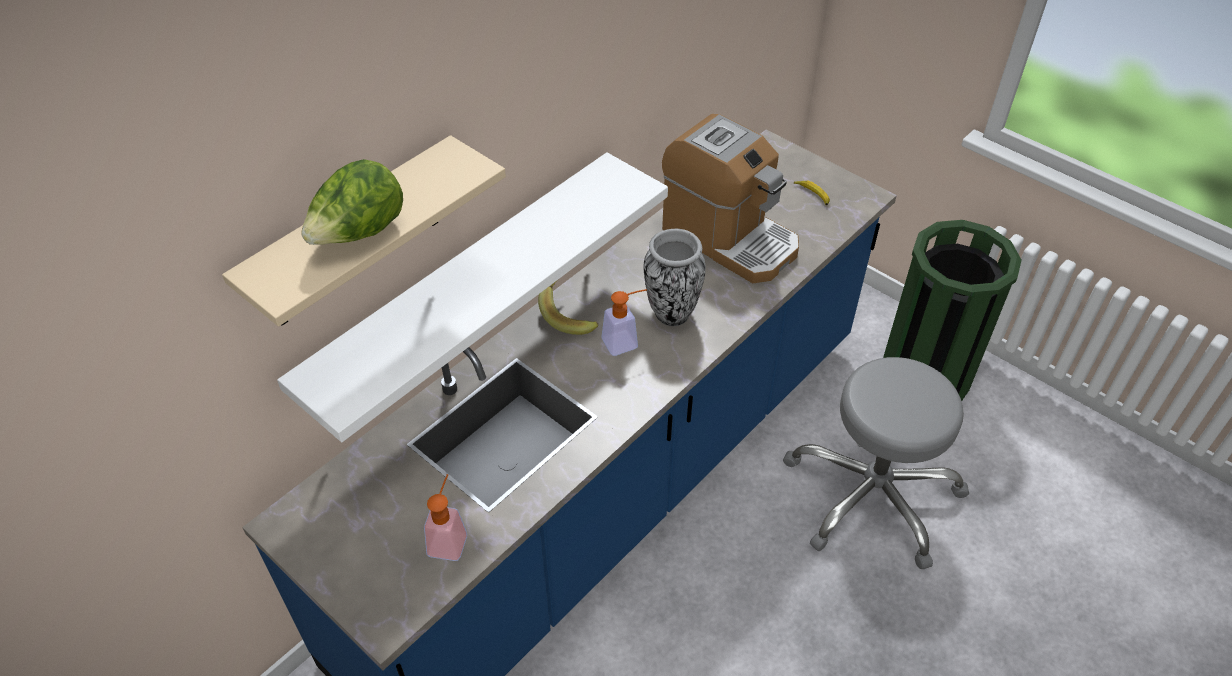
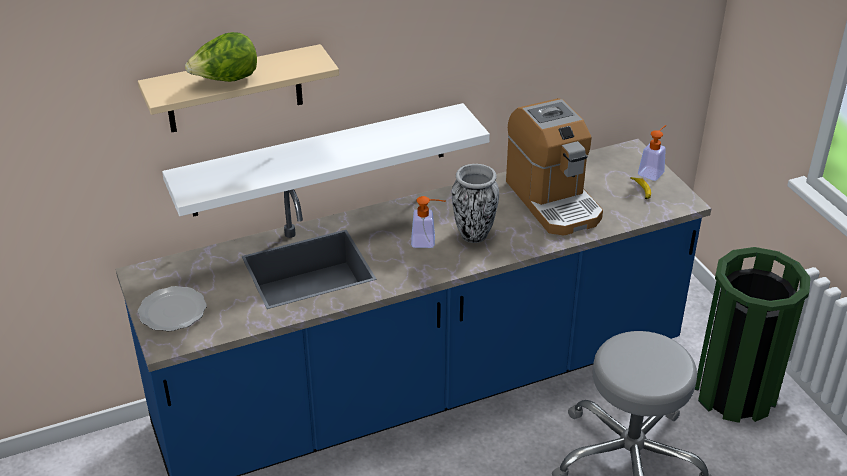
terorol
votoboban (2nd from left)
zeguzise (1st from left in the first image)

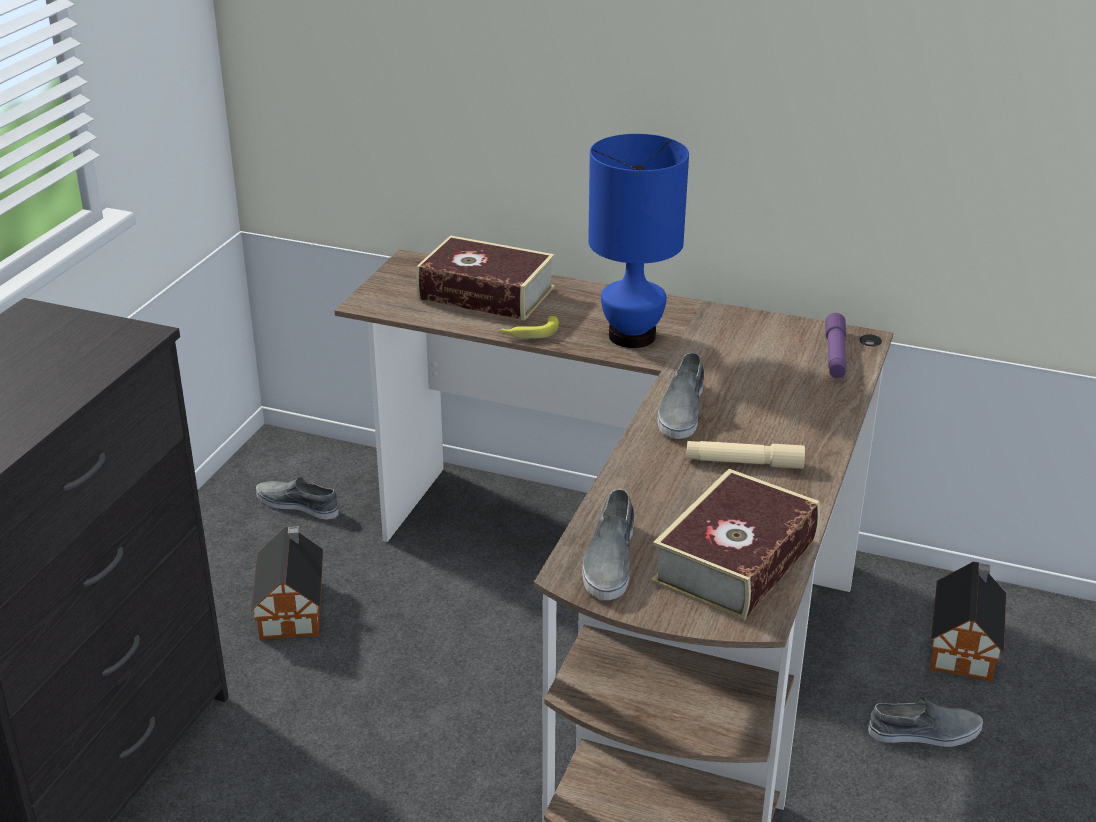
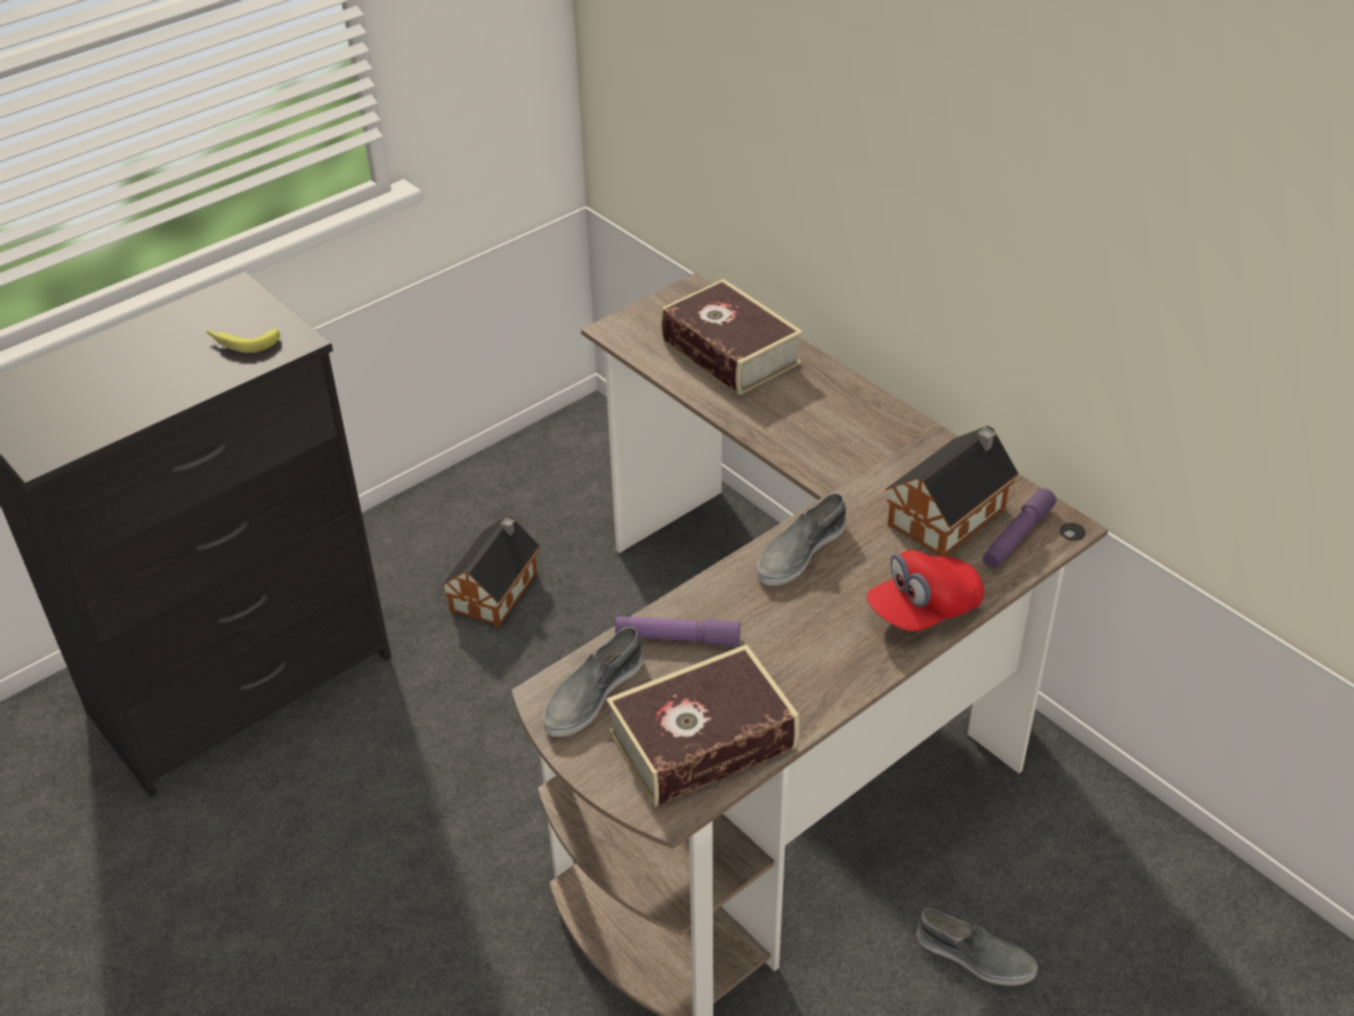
zeguzise
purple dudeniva (1st from left)
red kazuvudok
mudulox (2nd from left)
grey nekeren (1st from left in the first image)
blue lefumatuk
beige dudeniva

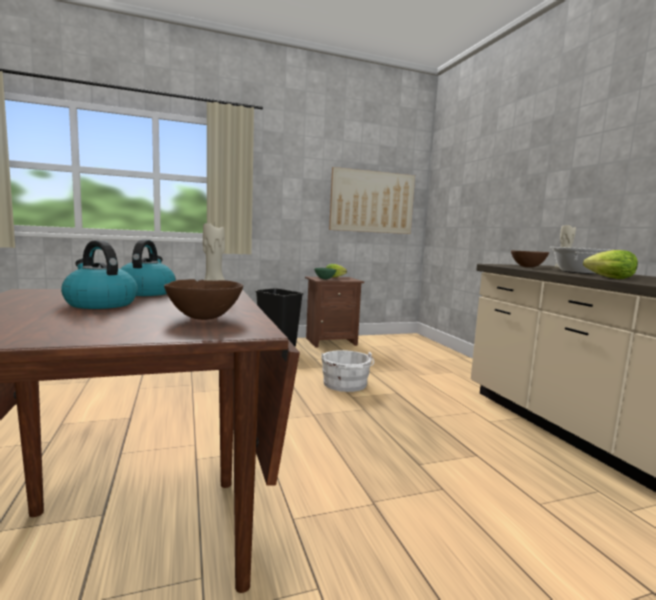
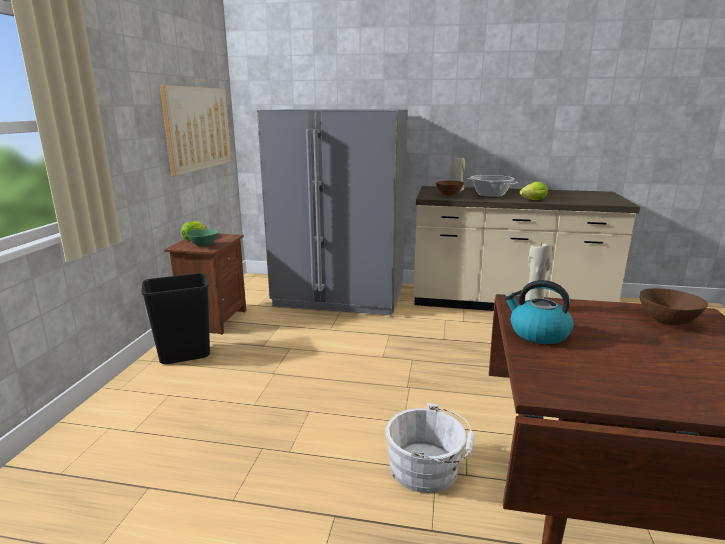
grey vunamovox
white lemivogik
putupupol (1st from left in the first image)

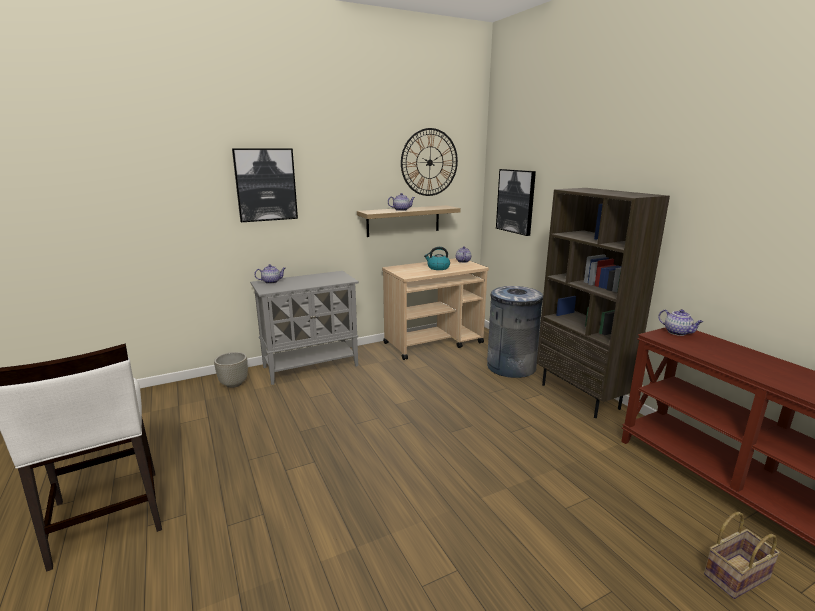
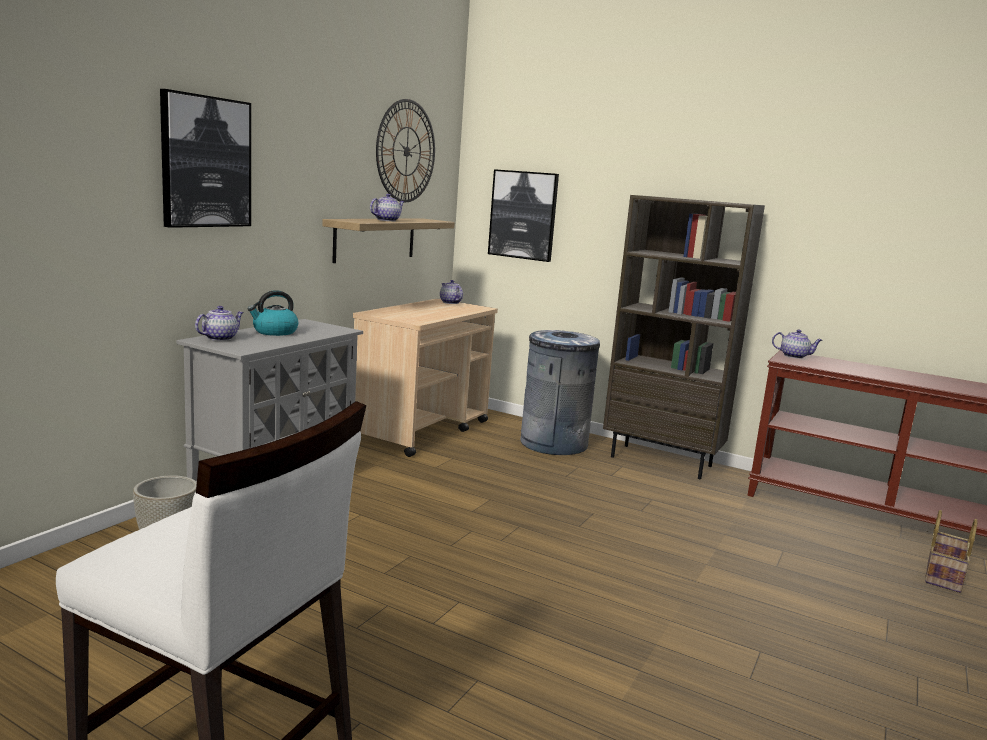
putupupol

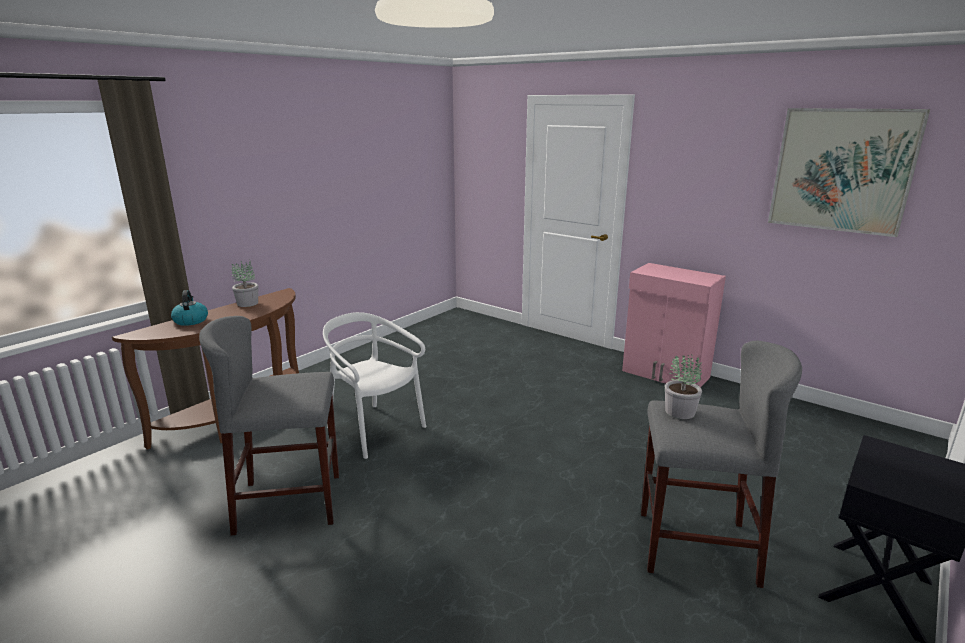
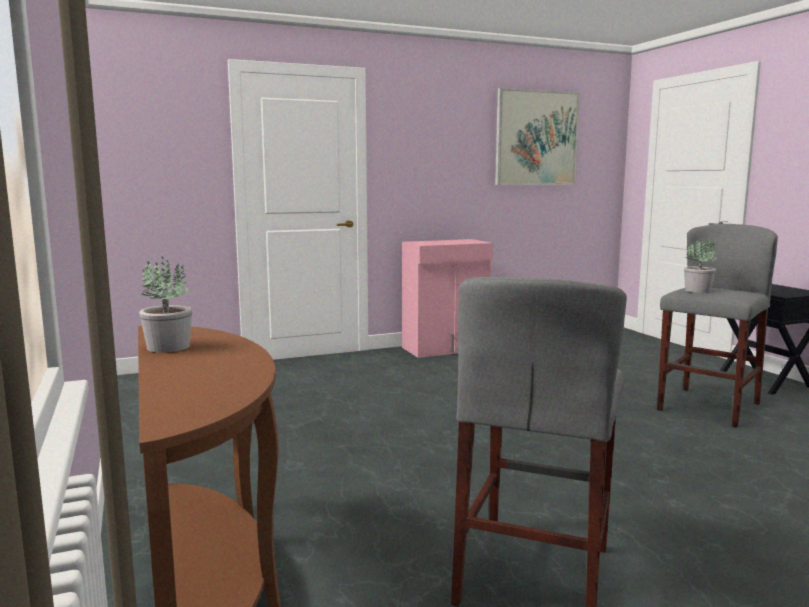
putupupol
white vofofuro

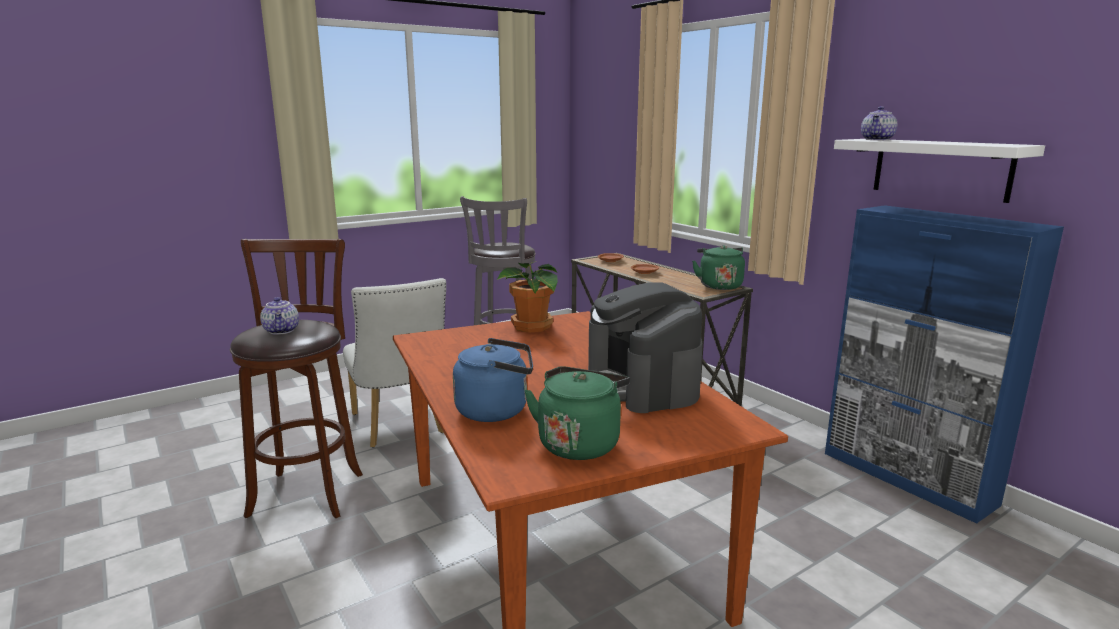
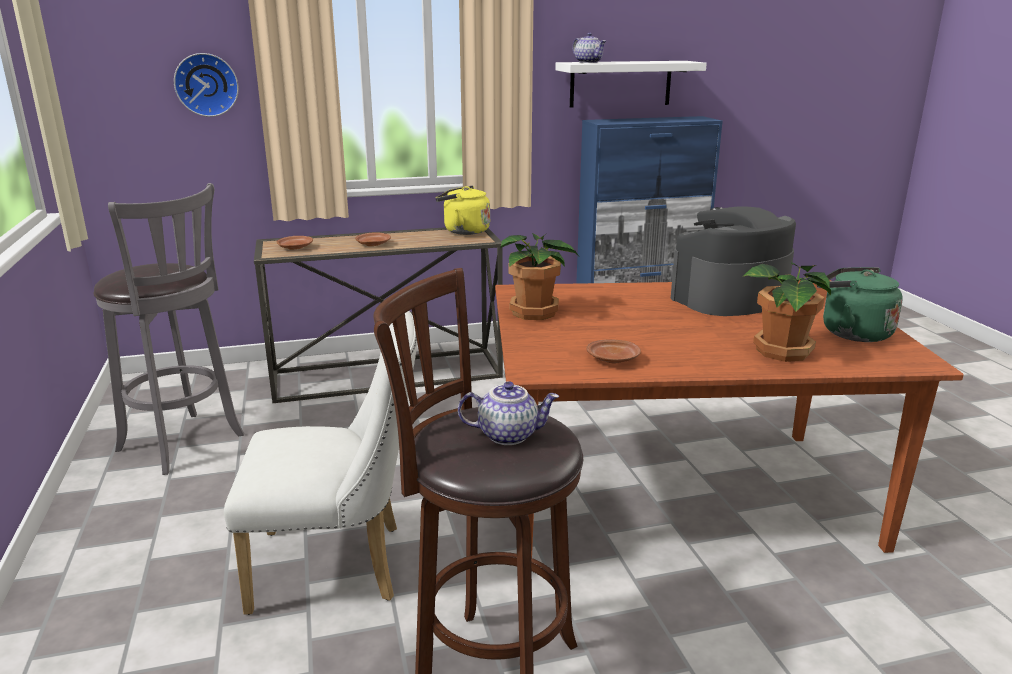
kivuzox
yellow putupupol
brown terorol (3rd from left)
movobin
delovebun (2nd from left)

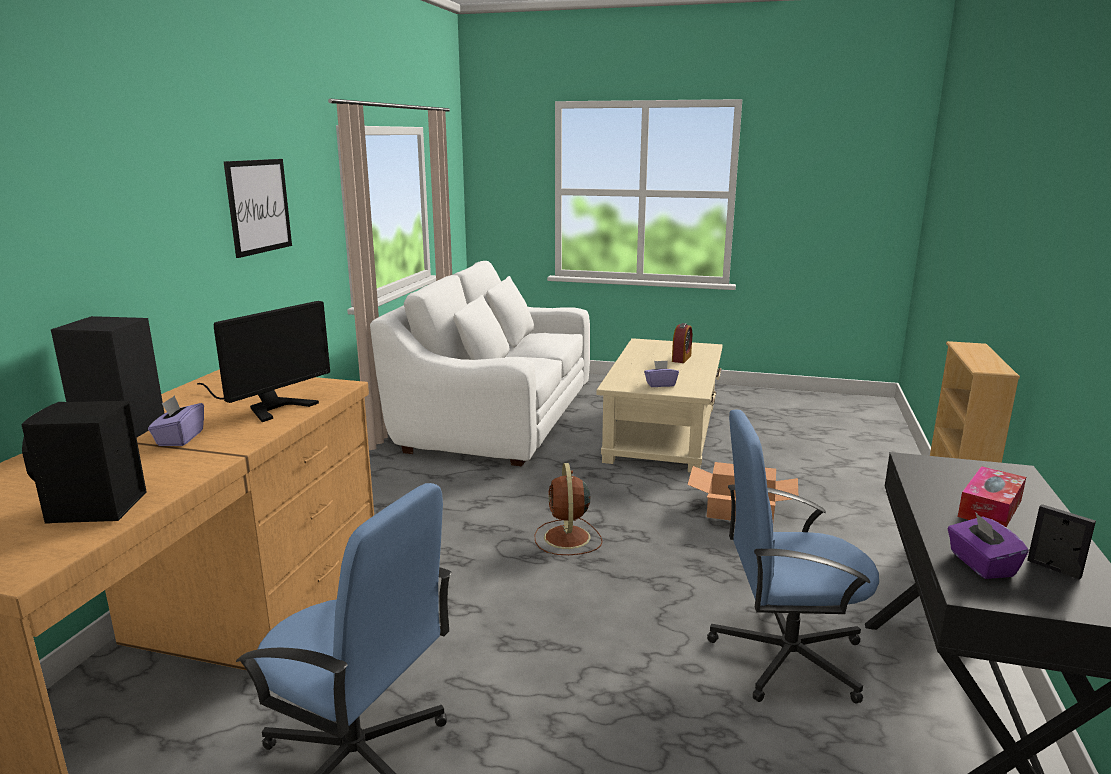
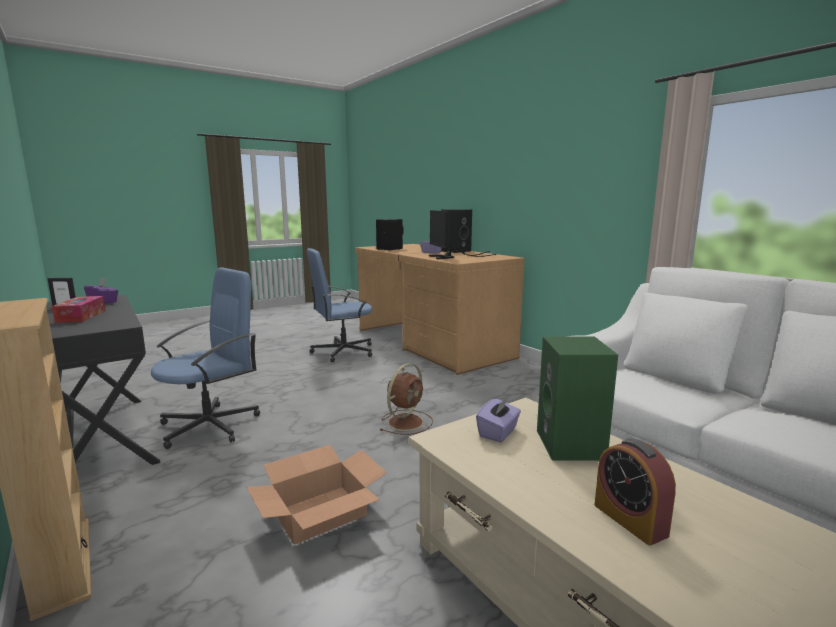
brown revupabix
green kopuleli
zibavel

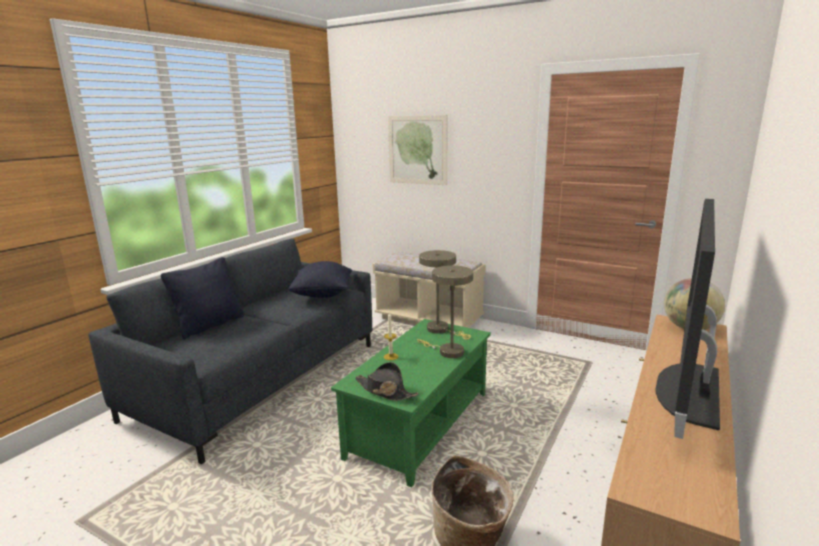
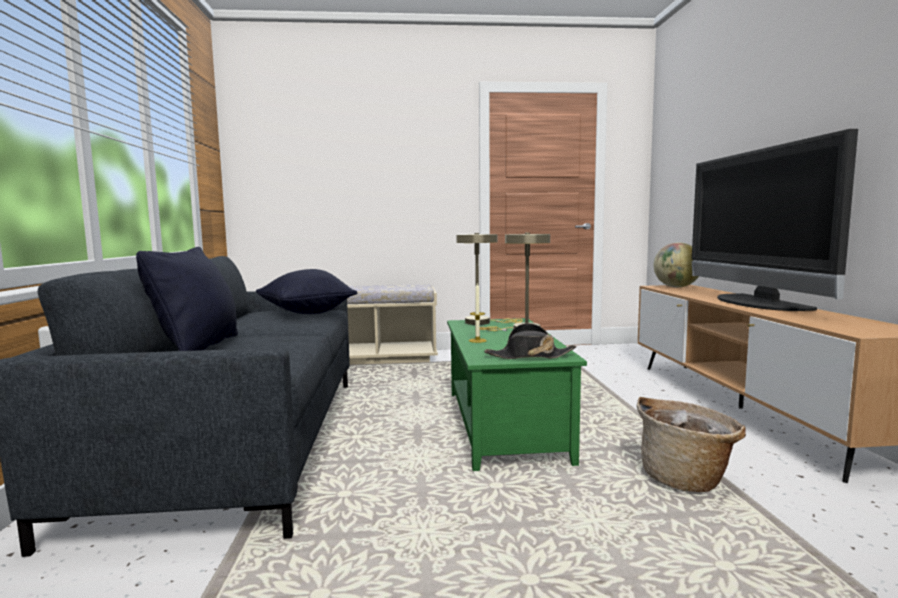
zibavel

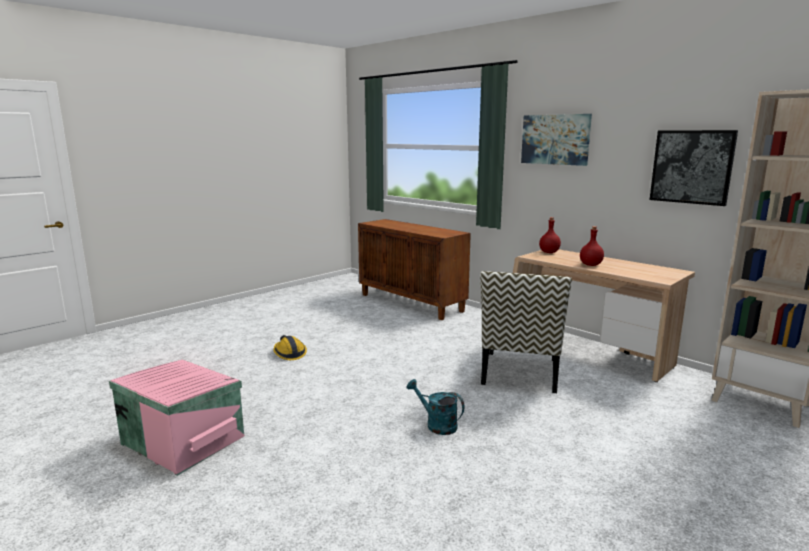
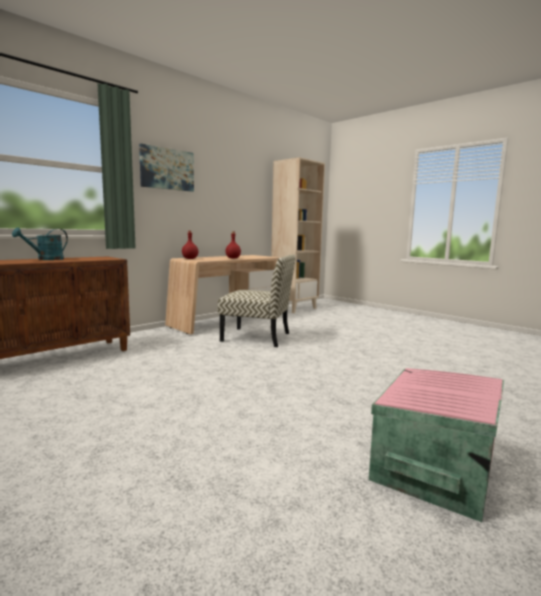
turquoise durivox
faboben
zibavel (2nd from left in the first image)

